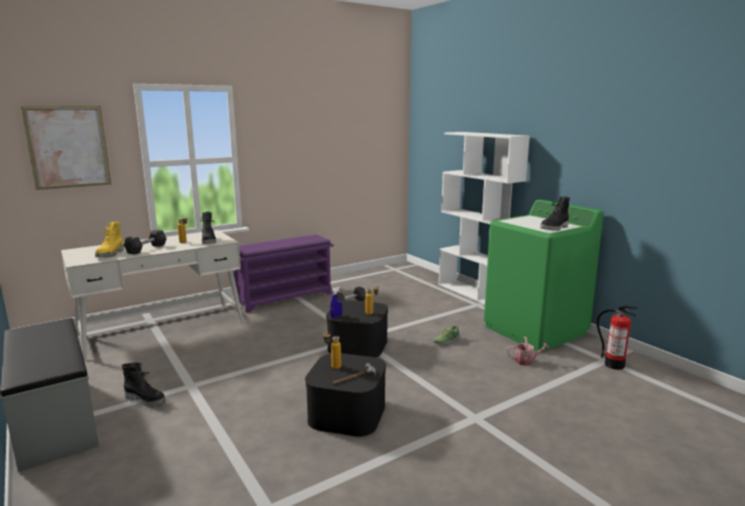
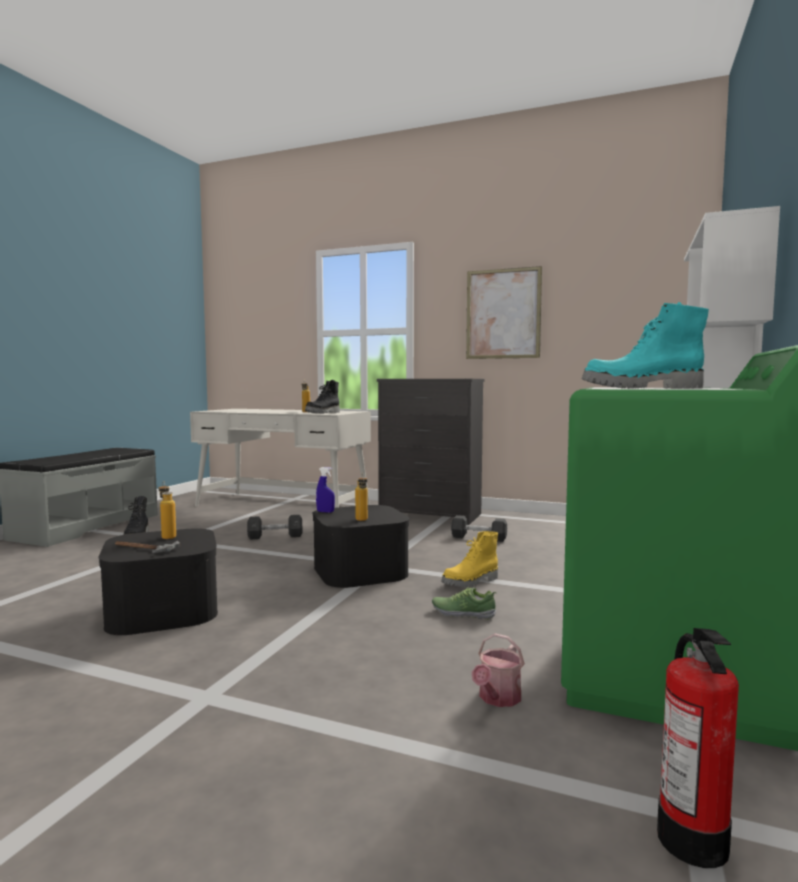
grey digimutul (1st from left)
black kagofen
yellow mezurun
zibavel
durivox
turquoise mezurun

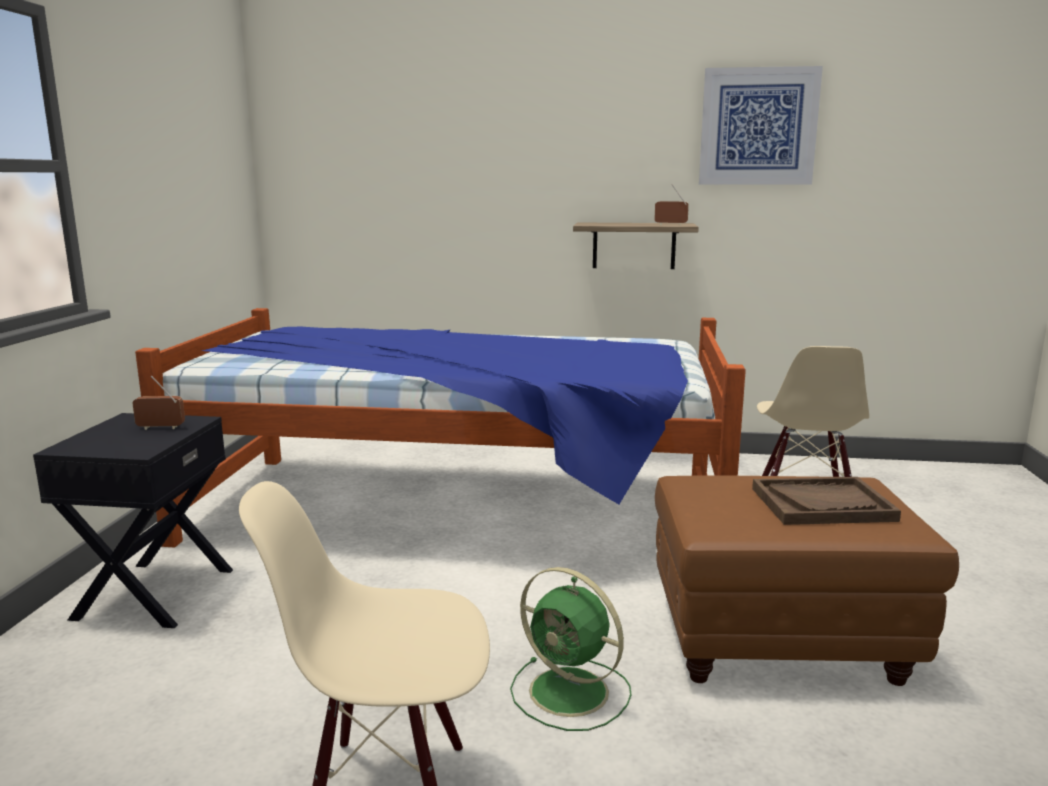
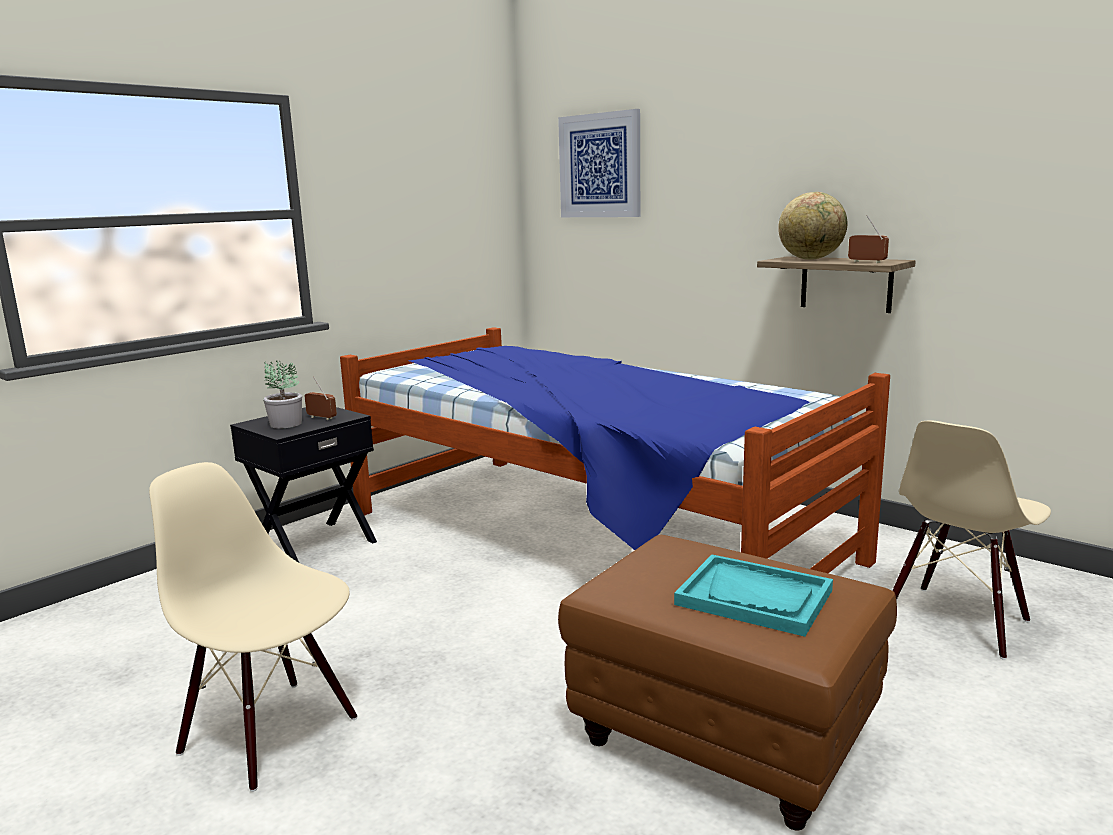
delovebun
zibavel
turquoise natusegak
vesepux
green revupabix

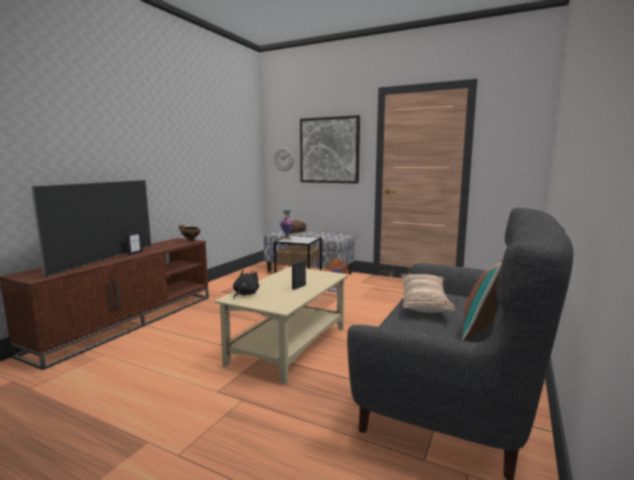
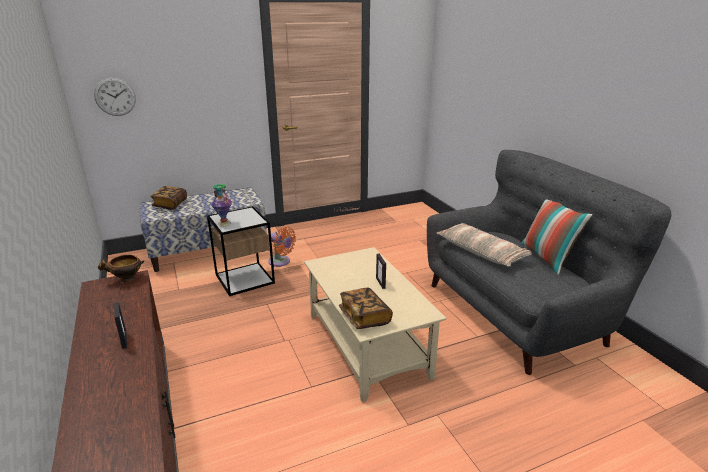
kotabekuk (2nd from left)
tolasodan
zibavel

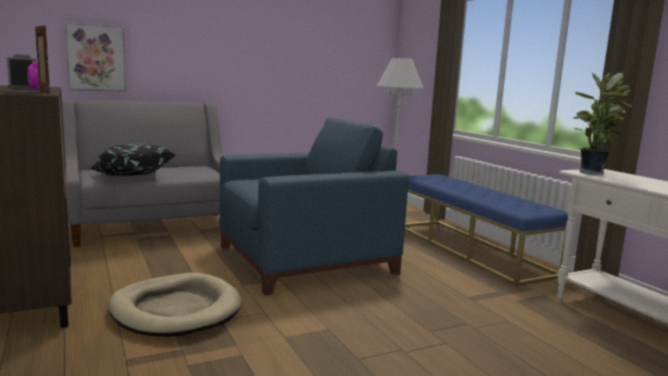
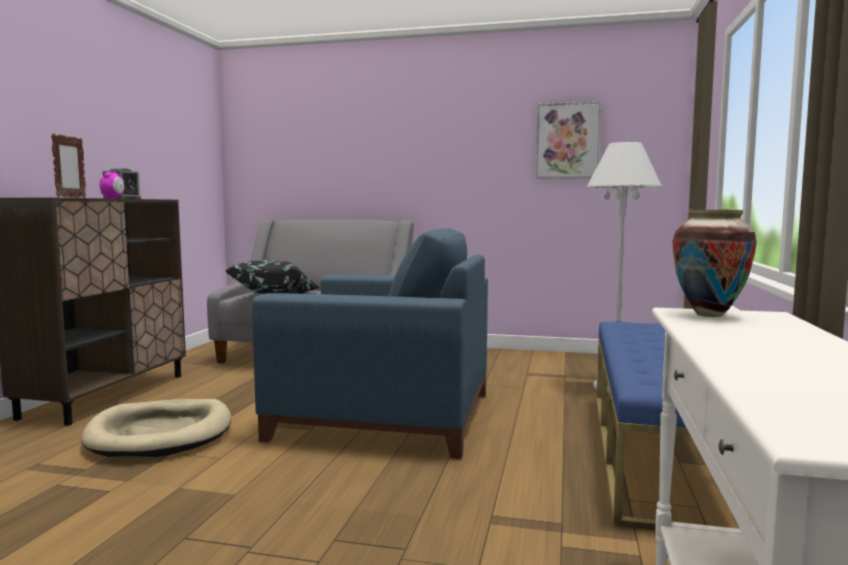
zibavel
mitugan

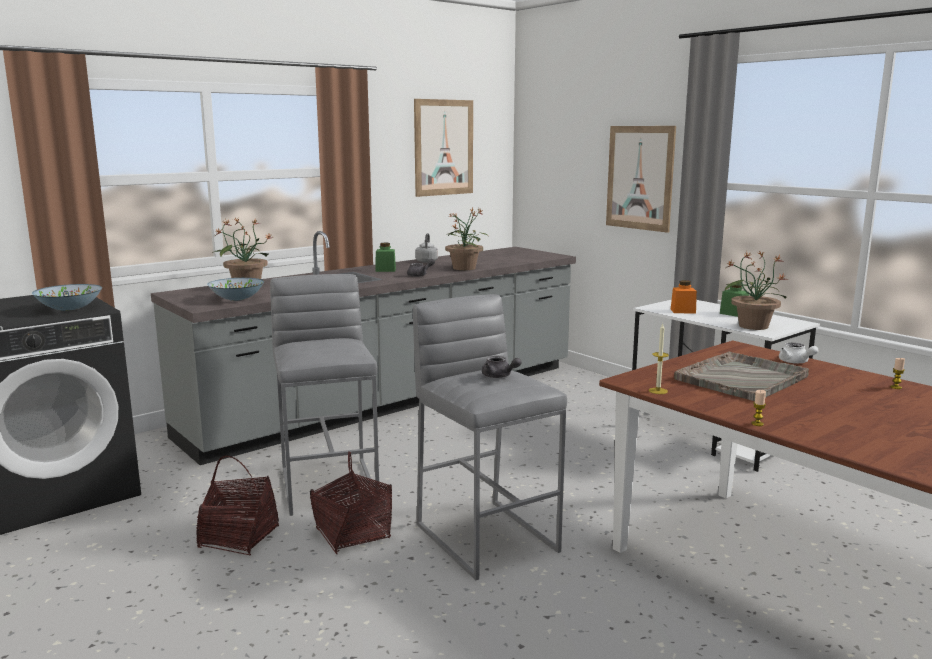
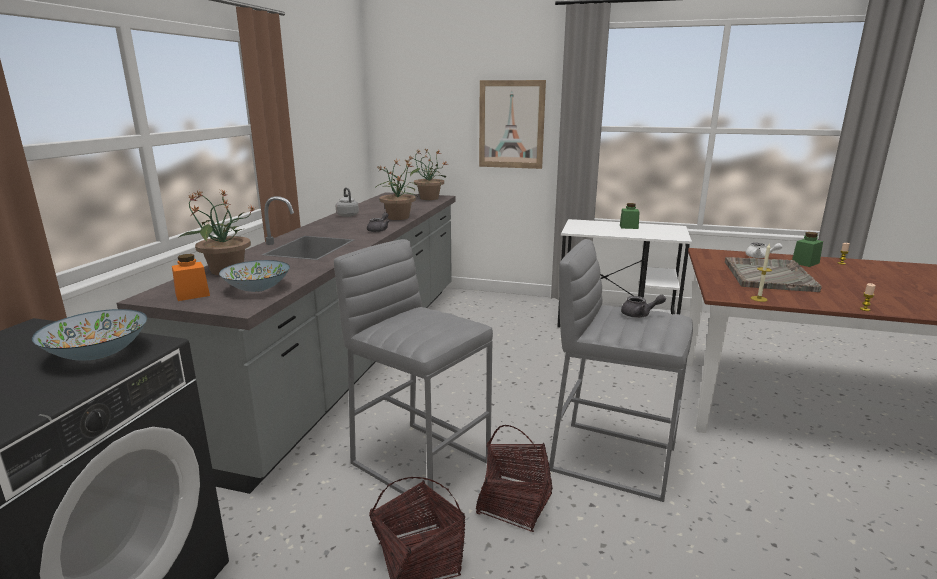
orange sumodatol
delovebun (3rd from left)
green sumodatol (2nd from left)
zibavel (1st from left in the first image)

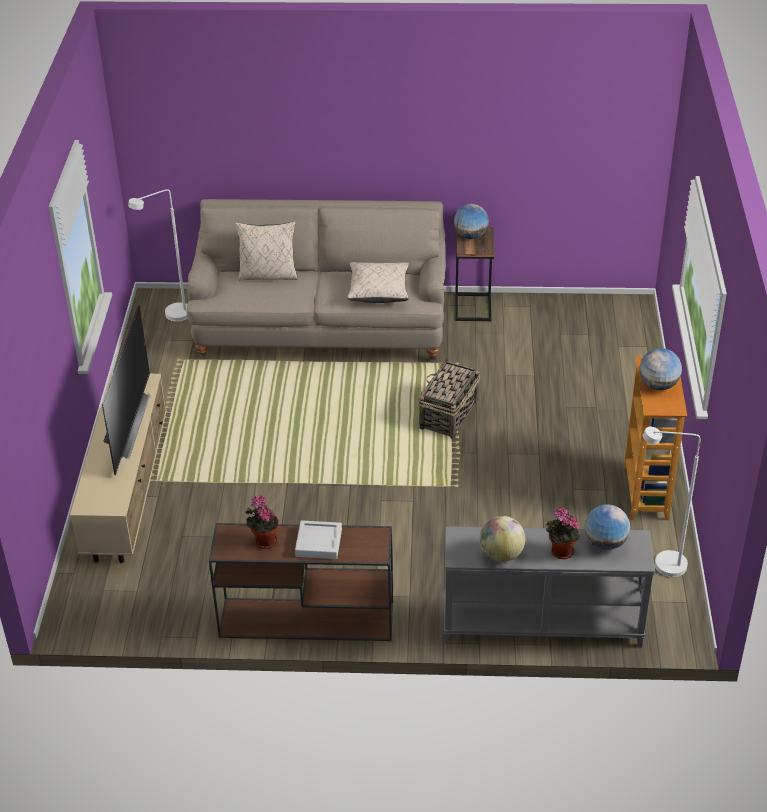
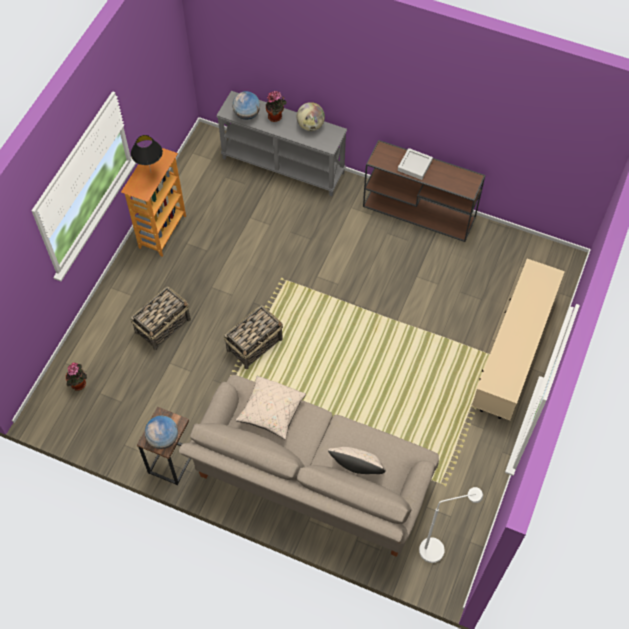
delovebun (1st from left)
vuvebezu (1st from left)
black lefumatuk
tolasodan
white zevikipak (2nd from left in the first image)

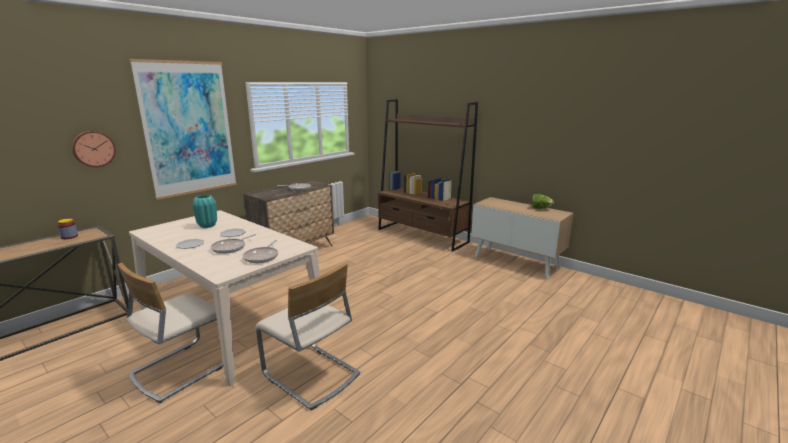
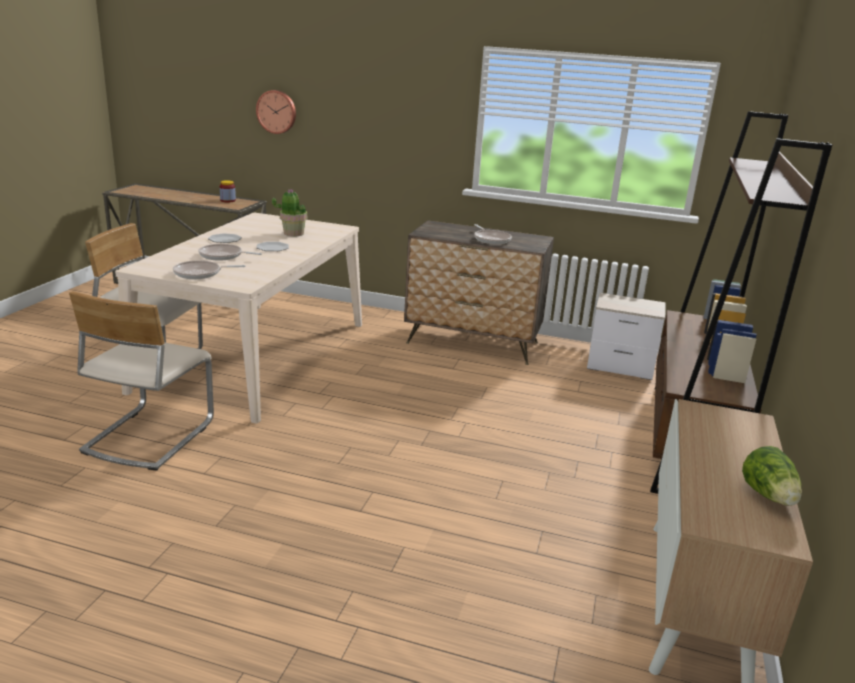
delovebun
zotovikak
zibavel

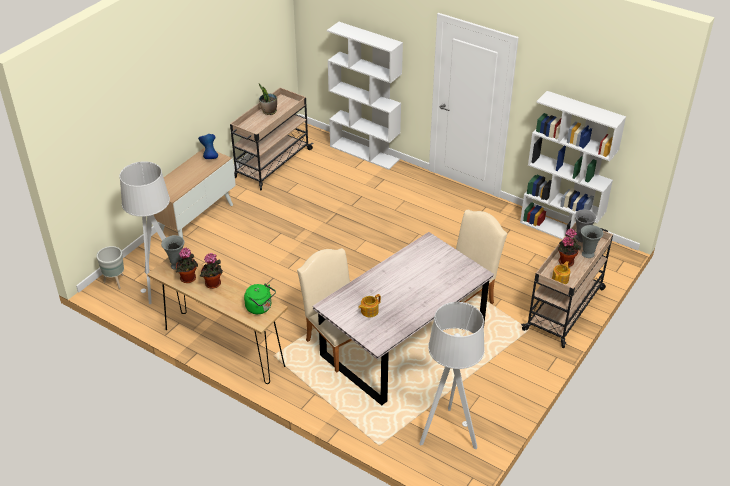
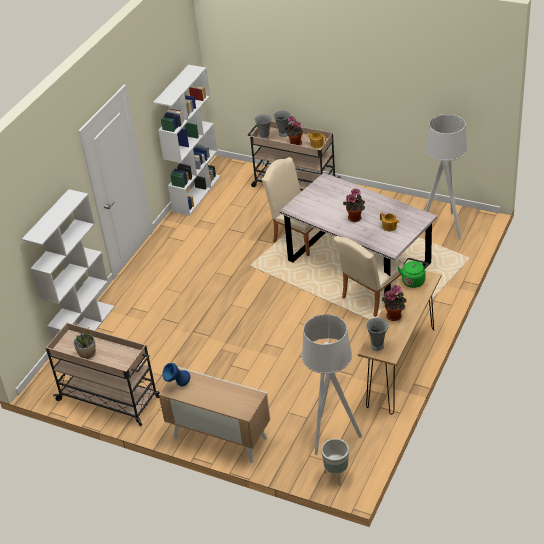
delovebun (3rd from left)

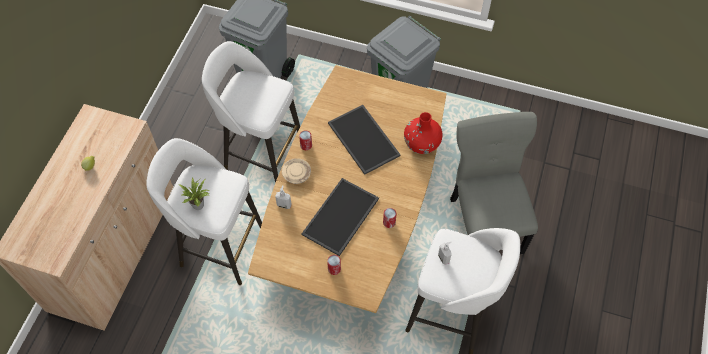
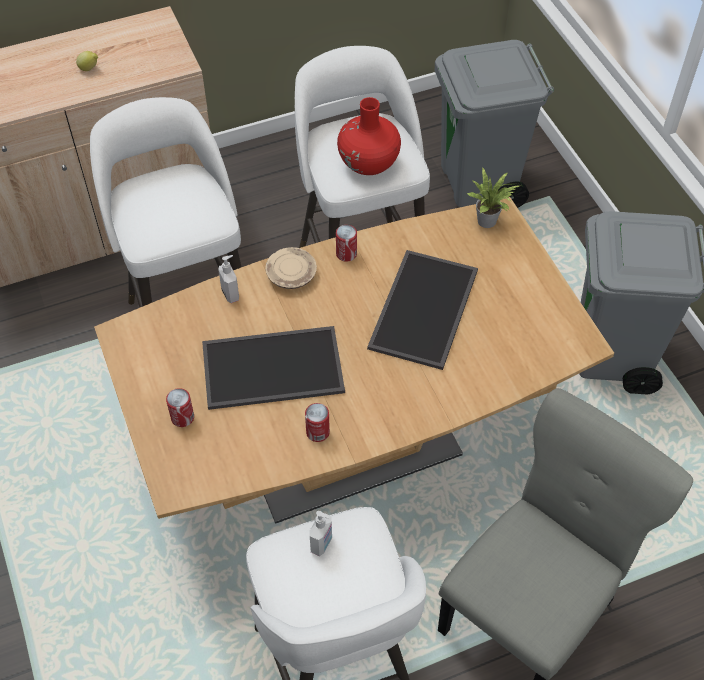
red mitugan
delovebun

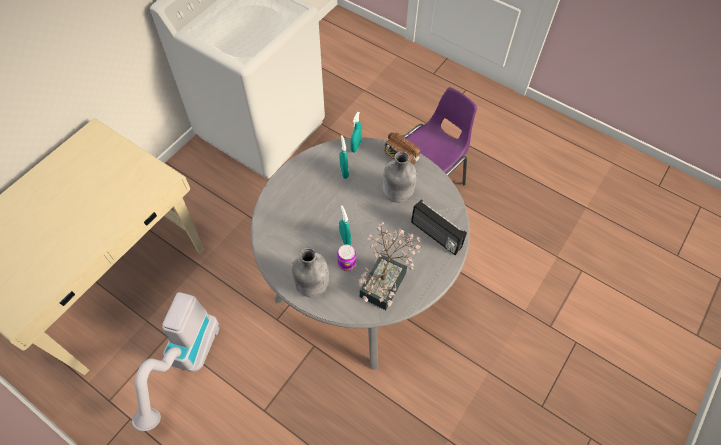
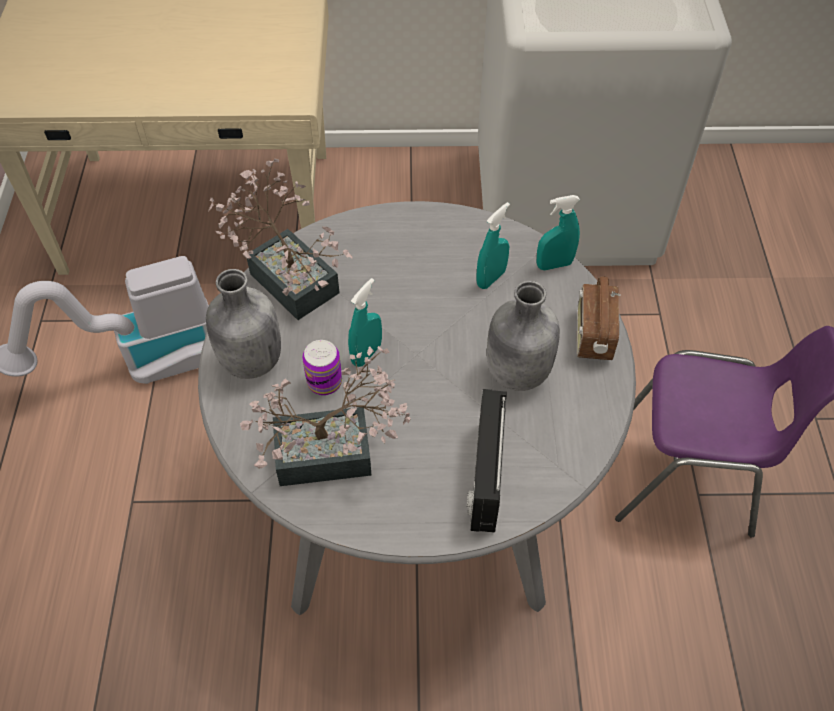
delovebun (1st from left)

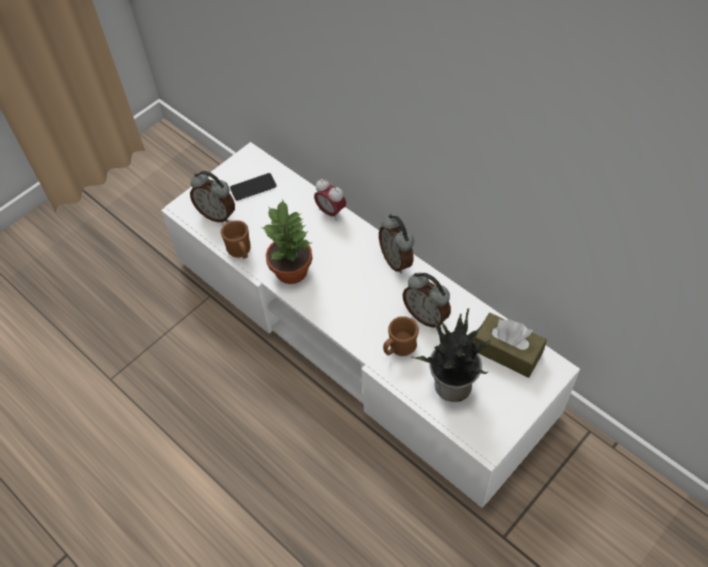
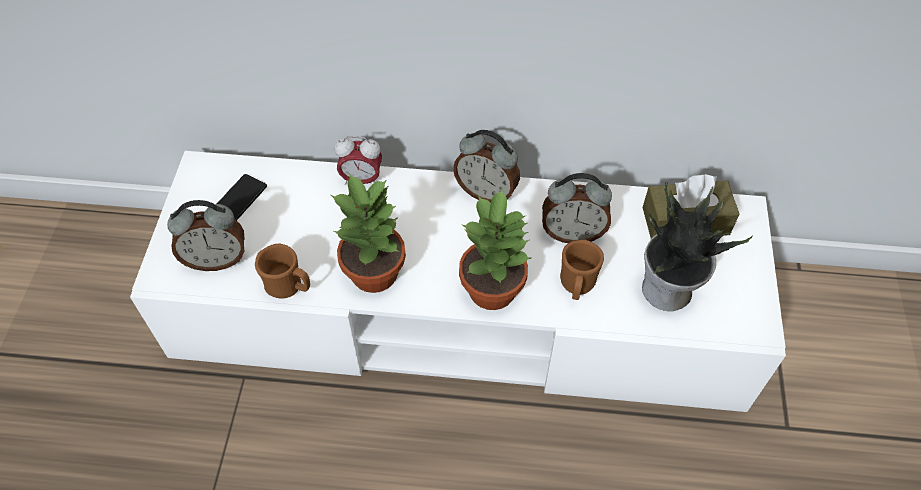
delovebun (2nd from left)

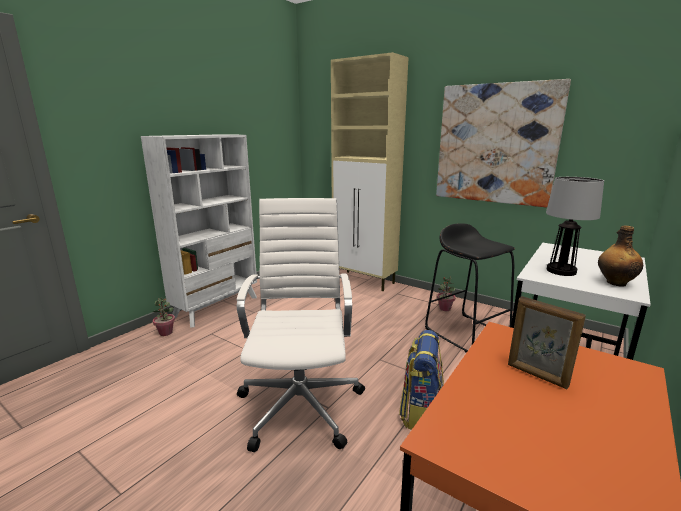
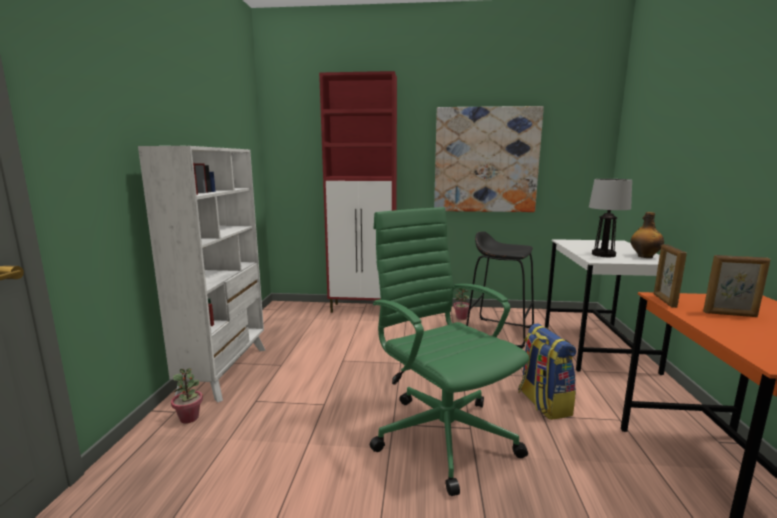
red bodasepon
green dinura
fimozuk (1st from left)

